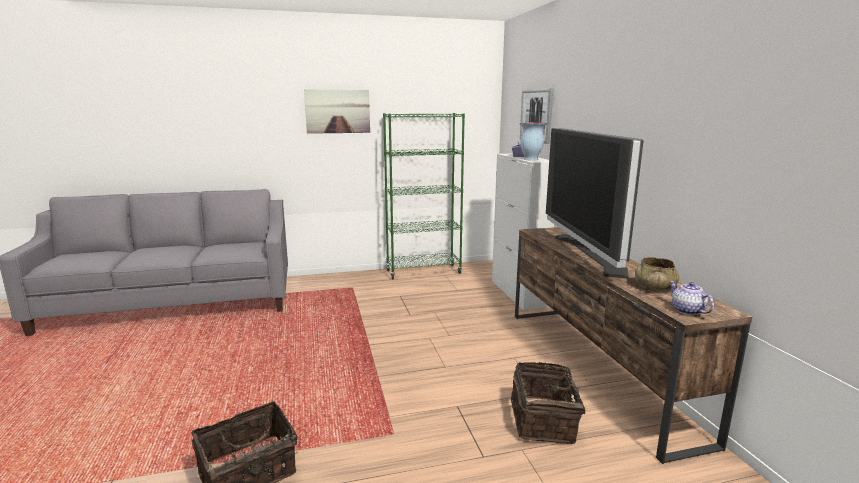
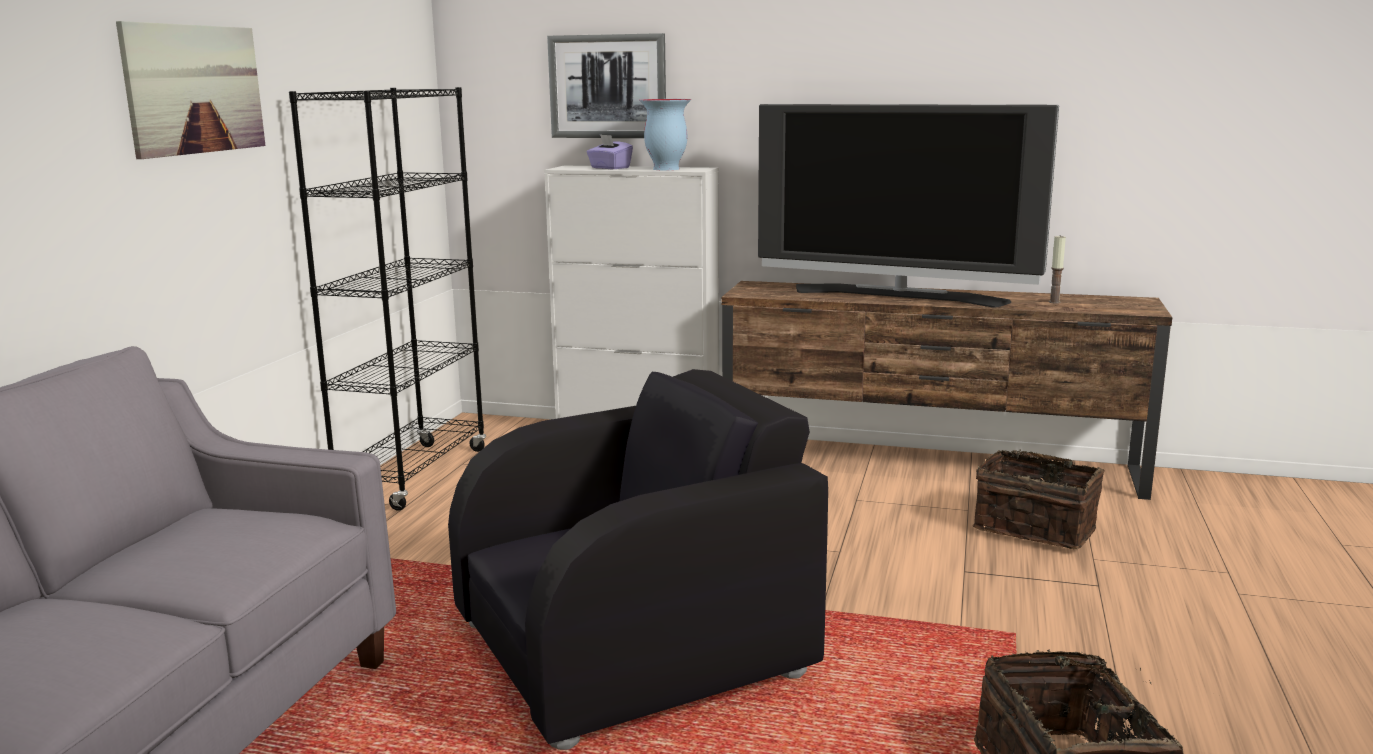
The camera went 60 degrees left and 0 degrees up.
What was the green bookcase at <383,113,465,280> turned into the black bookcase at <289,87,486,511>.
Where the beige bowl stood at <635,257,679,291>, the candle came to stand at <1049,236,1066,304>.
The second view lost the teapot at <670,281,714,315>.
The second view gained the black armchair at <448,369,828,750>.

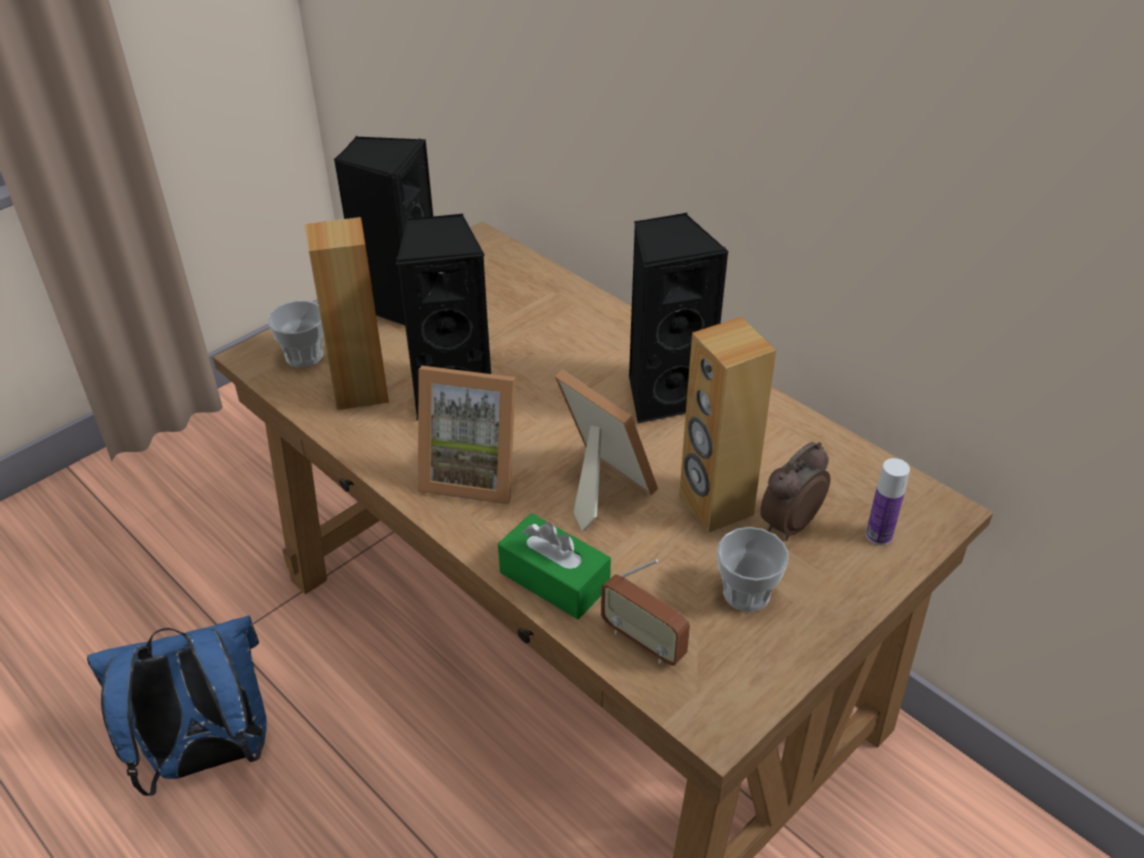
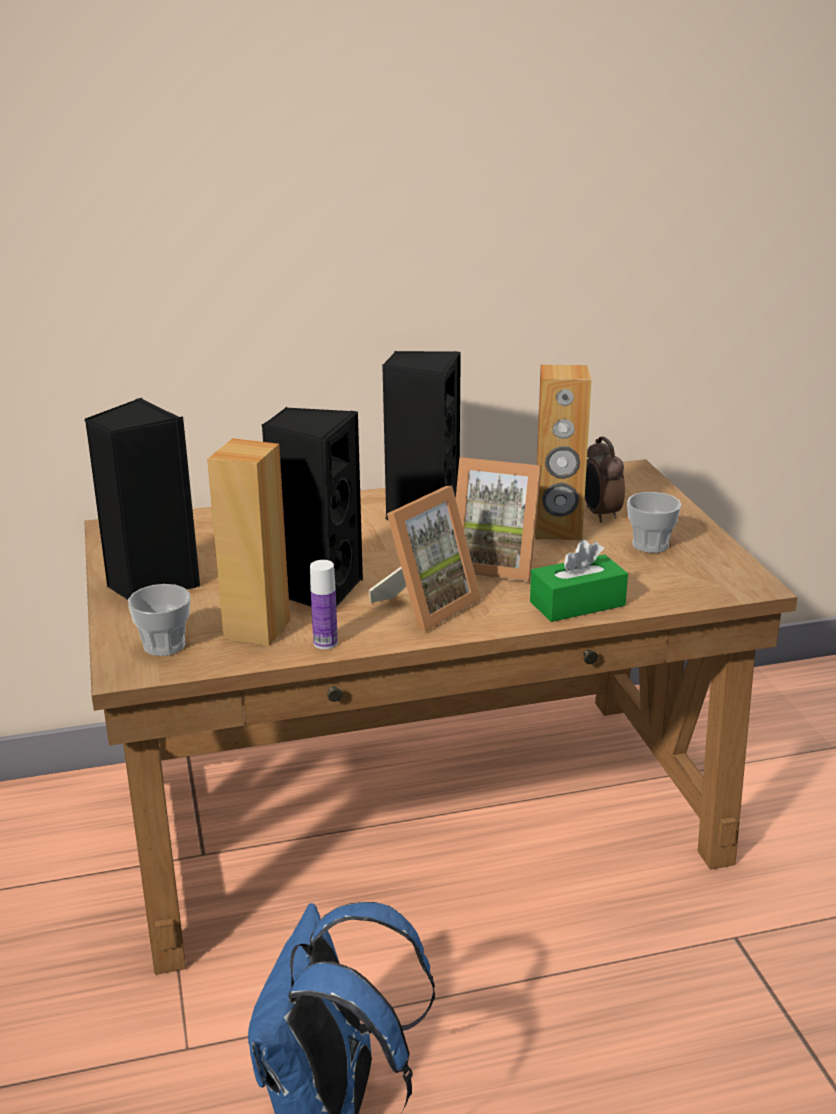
The camera went 60 degrees left and 15 degrees down.
The picture frame at <555,369,658,531> ended up facing another way, 150 degrees counterclockwise from before.
The bottle ended up elsewhere, having gone from <866,458,910,545> to <310,560,338,649>.
The second view lost the radio at <601,559,690,666>.

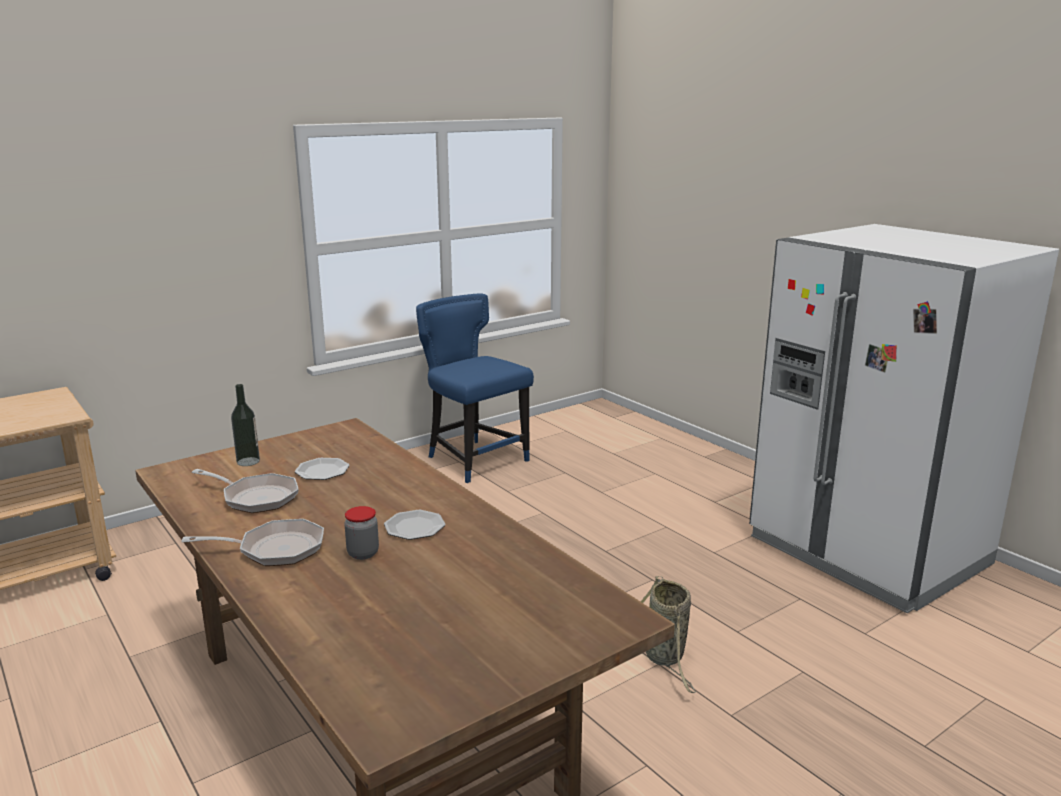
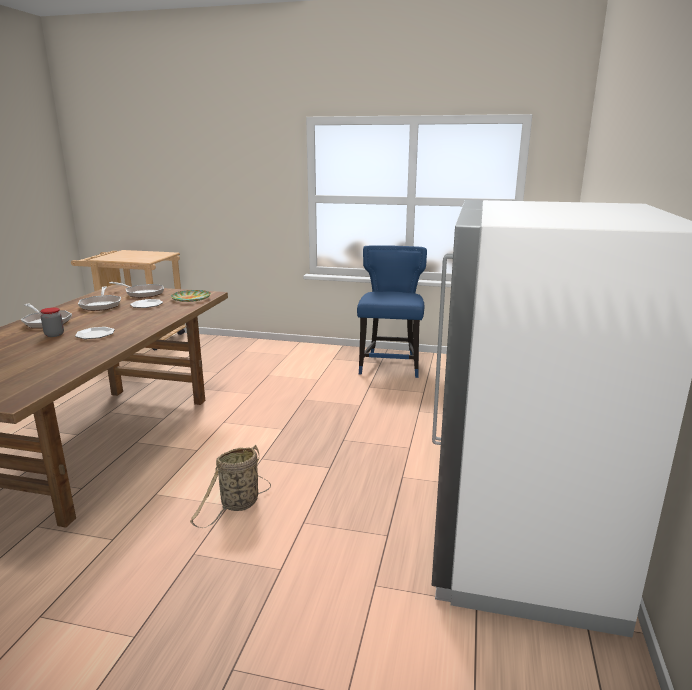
The camera went 50 degrees right and 0 degrees up.
Where the bottle stood at <231,384,260,466>, the frying pan came to stand at <109,282,164,298>.
The second view gained the plate at <171,290,211,302>.

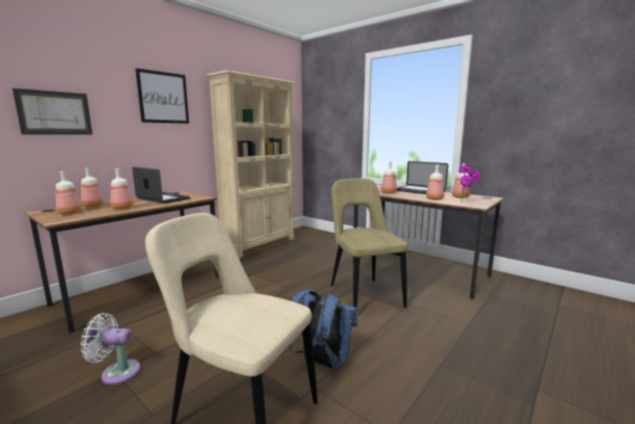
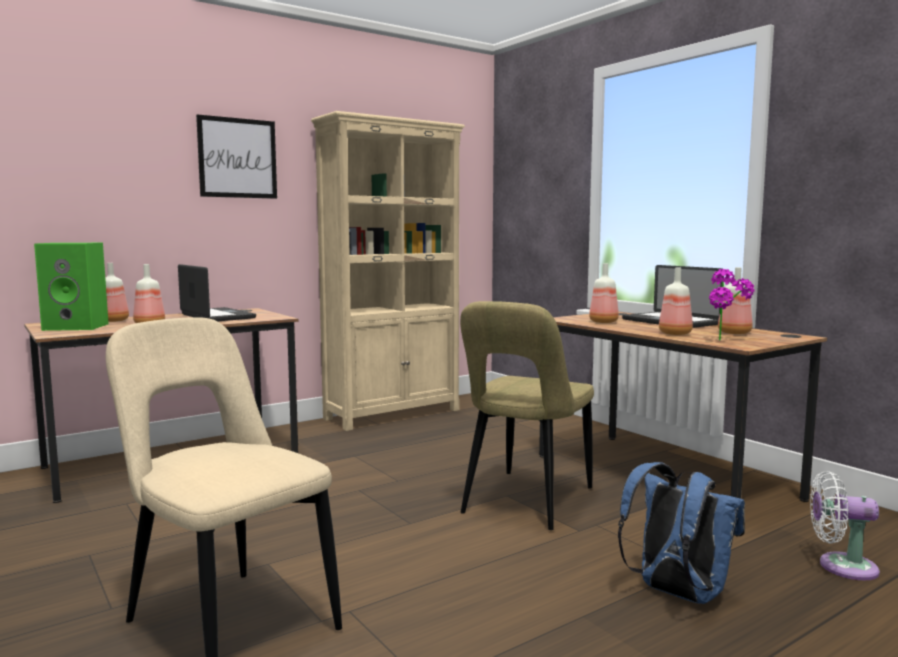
The camera went 15 degrees right and 5 degrees down.
The second view lost the picture at <12,88,92,134>.
Where the bottle stood at <56,171,82,214>, the green speaker came to stand at <34,243,109,331>.
The beige chair at <331,178,408,308> ended up facing another way, 150 degrees counterclockwise from before.
The blue backpack ended up elsewhere, having gone from <289,290,358,369> to <618,462,745,604>.
The white fan ended up elsewhere, having gone from <81,313,141,385> to <810,471,880,581>.

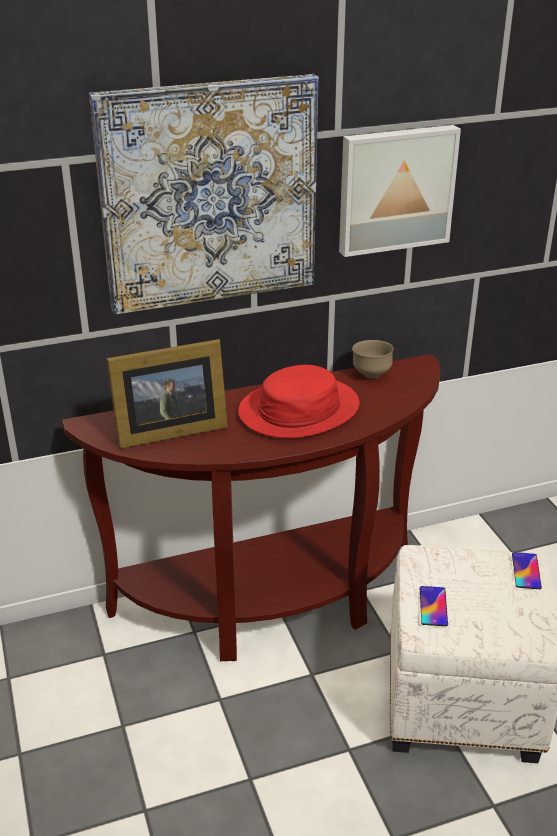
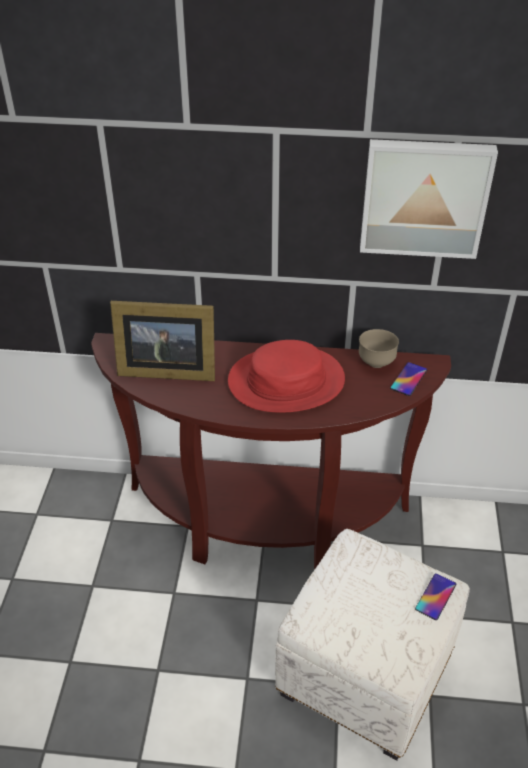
The camera went 25 degrees right and 10 degrees up.
The second view lost the picture at <89,74,319,315>.
The phone ended up elsewhere, having gone from <420,586,448,626> to <390,362,427,396>.

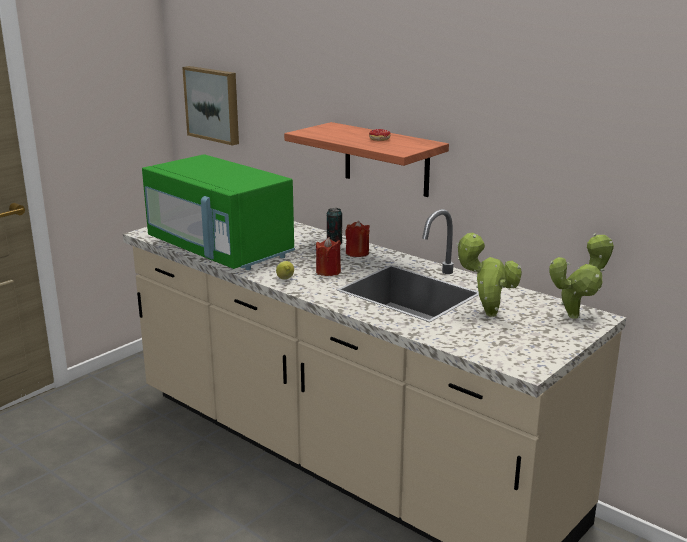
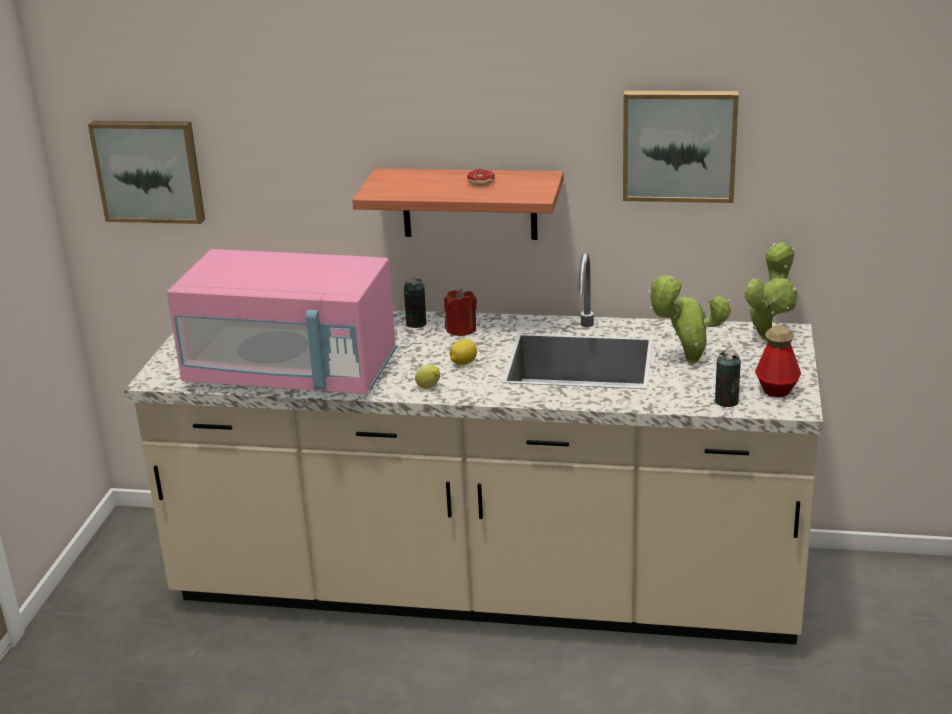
The camera went 30 degrees left and 5 degrees up.
What was the green microwave at <142,154,295,270> turned into the pink microwave at <167,249,397,394>.
Where the red candle stood at <316,237,341,276>, the lemon came to stand at <450,339,477,365>.
The second view gained the picture at <623,91,739,203>.
The second view gained the bottle at <755,325,801,397>.
The second view gained the can at <715,350,741,407>.

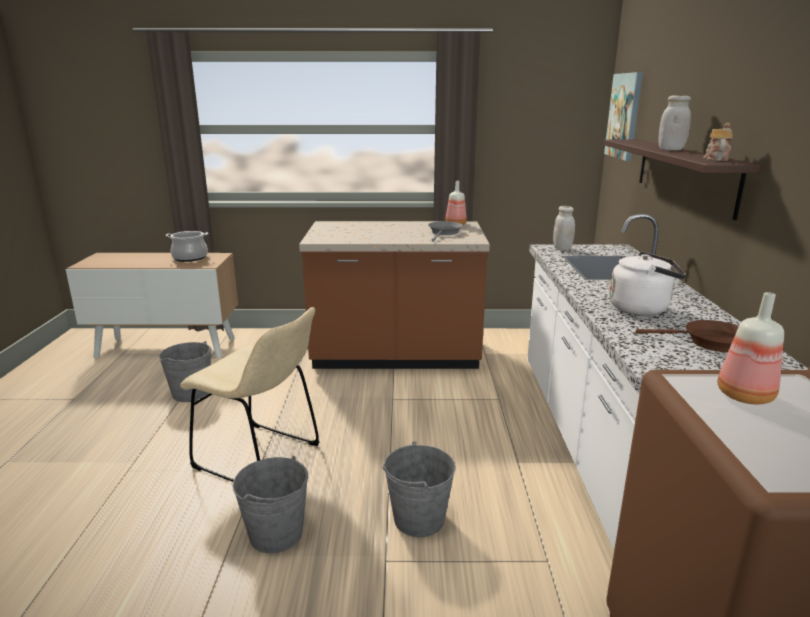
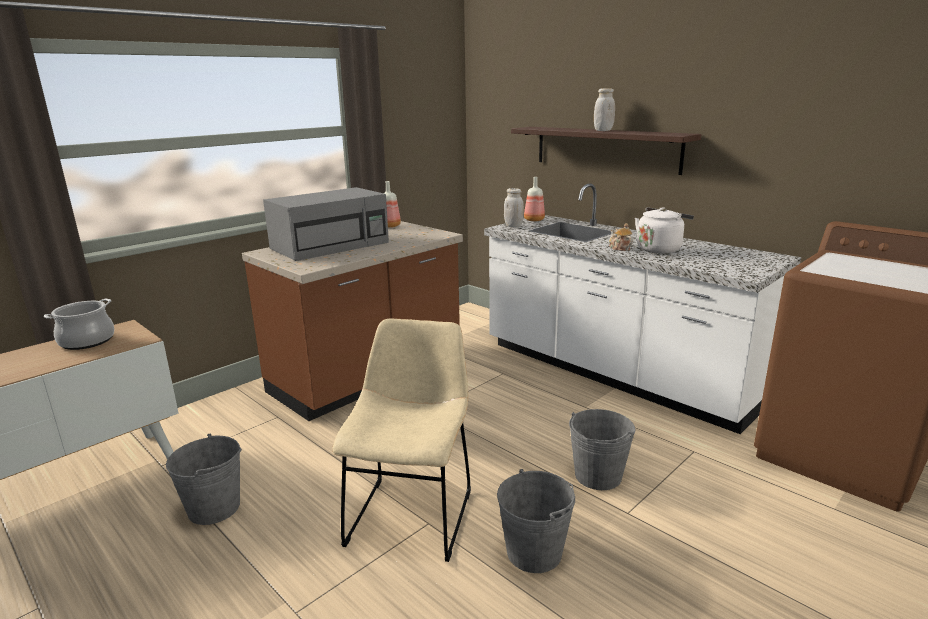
The camera went 45 degrees left and 0 degrees up.
The second view lost the picture at <604,72,643,161>.
The teapot ended up elsewhere, having gone from <703,122,733,161> to <609,223,633,251>.
The second view lost the grey frying pan at <428,221,463,241>.
The bottle ended up elsewhere, having gone from <718,292,784,404> to <524,177,545,221>.
The beige chair at <180,307,319,482> ended up facing another way, 60 degrees counterclockwise from before.
The second view lost the brown frying pan at <636,320,739,352>.
The second view gained the grey microwave at <263,187,389,261>.

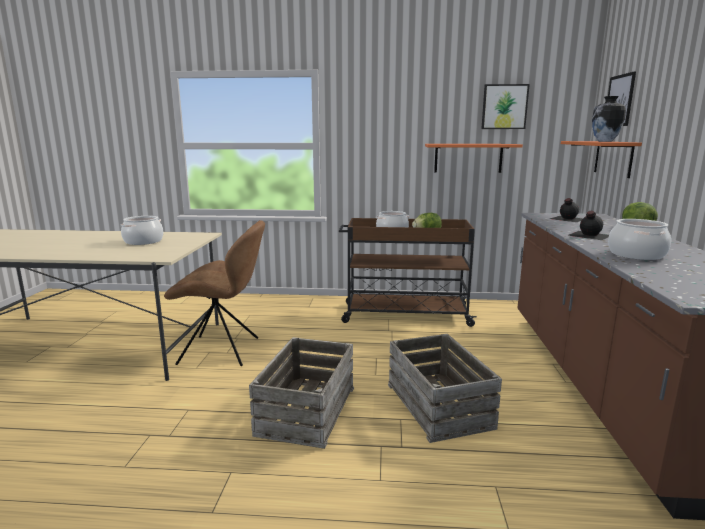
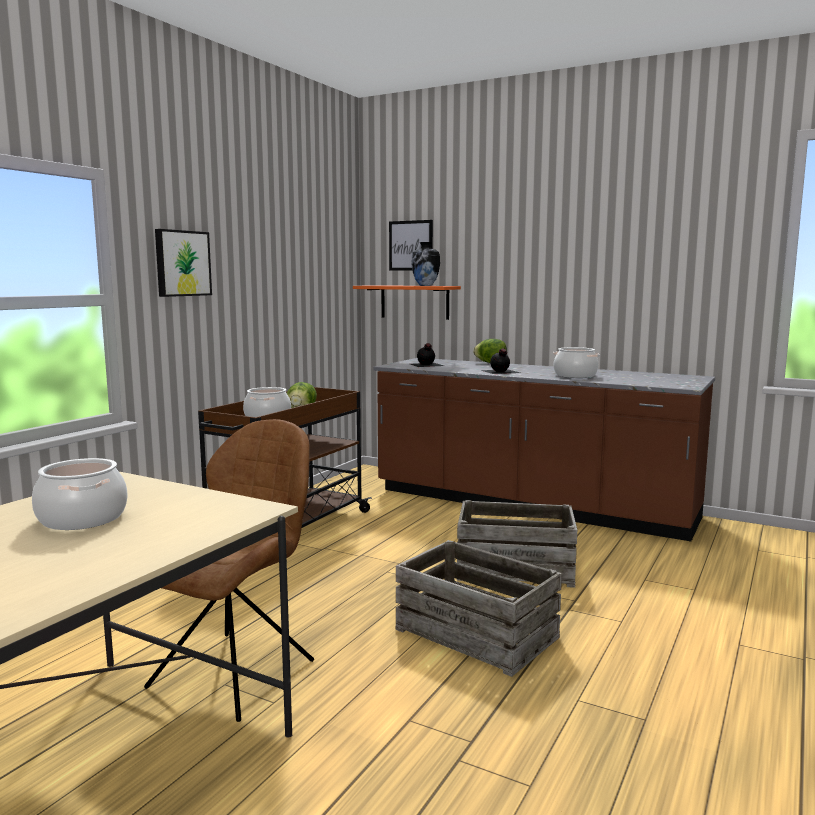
The camera went 65 degrees left and 5 degrees down.
The picture ended up elsewhere, having gone from <481,84,530,129> to <155,229,212,297>.
The second view lost the orange shelf at <425,144,523,173>.

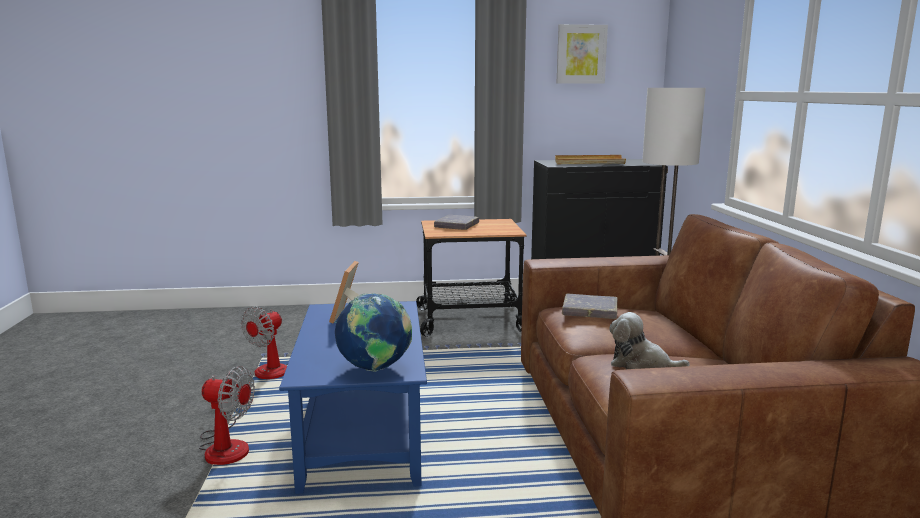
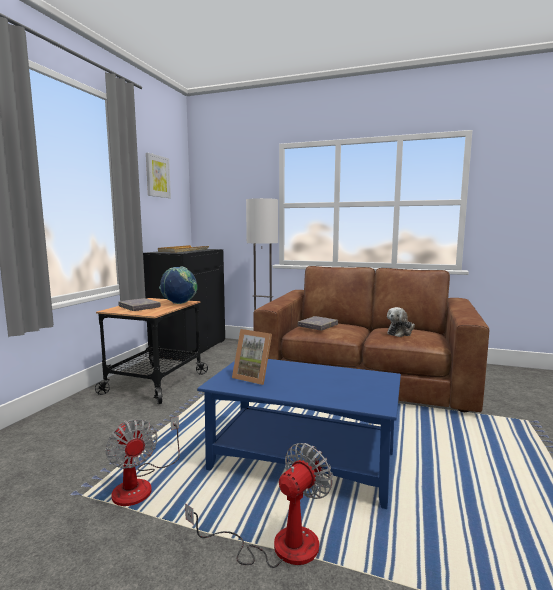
The camera went 65 degrees left and 5 degrees down.
The globe ended up elsewhere, having gone from <335,293,412,372> to <159,266,198,304>.

